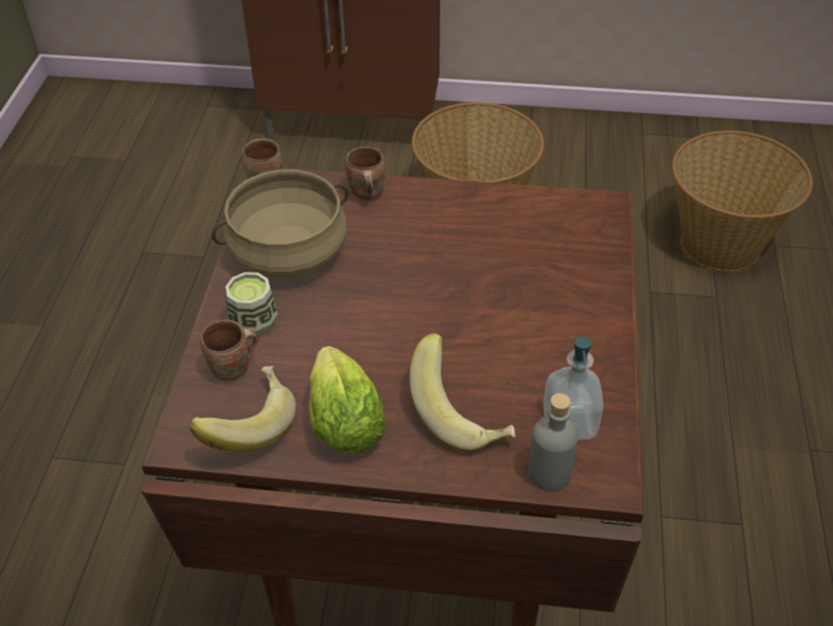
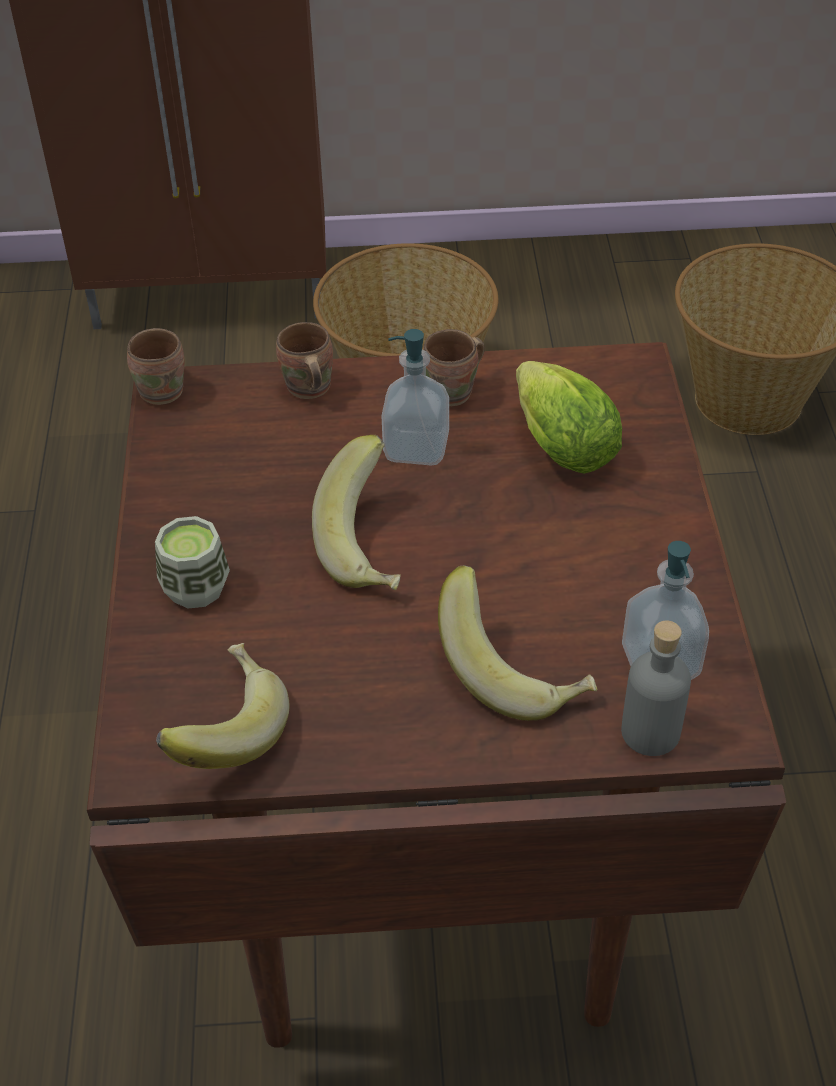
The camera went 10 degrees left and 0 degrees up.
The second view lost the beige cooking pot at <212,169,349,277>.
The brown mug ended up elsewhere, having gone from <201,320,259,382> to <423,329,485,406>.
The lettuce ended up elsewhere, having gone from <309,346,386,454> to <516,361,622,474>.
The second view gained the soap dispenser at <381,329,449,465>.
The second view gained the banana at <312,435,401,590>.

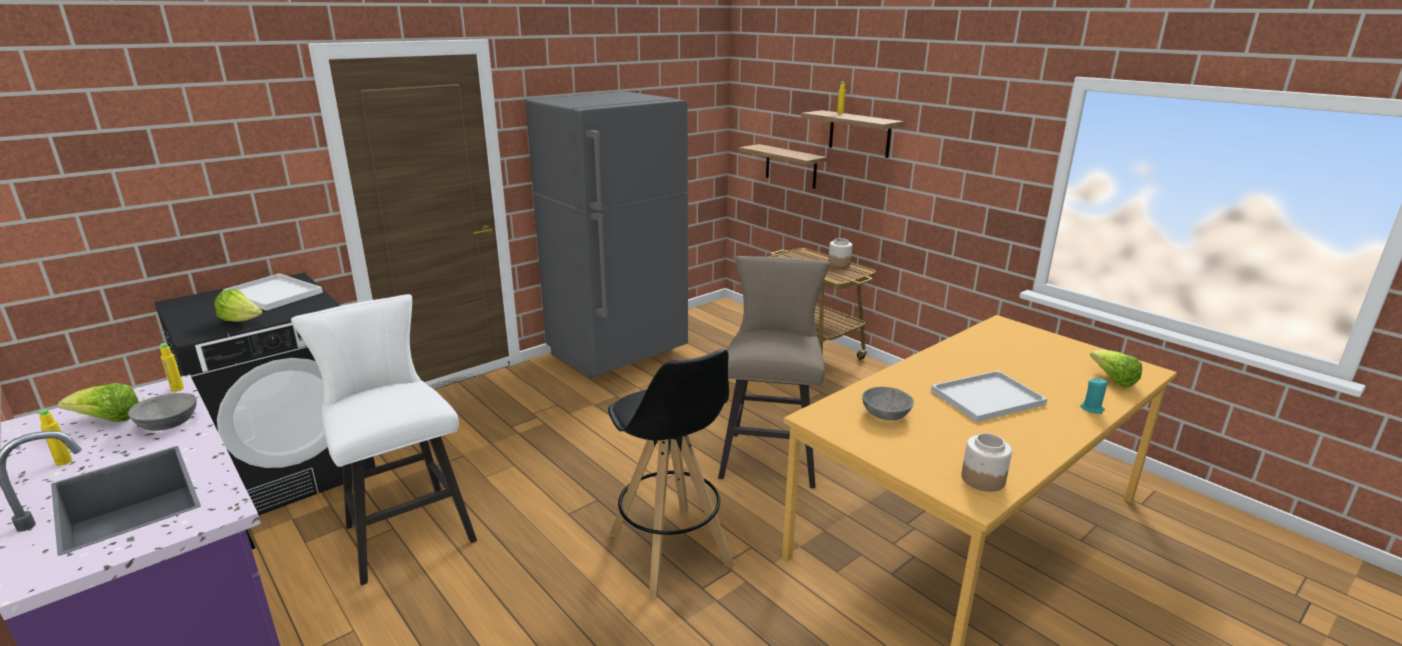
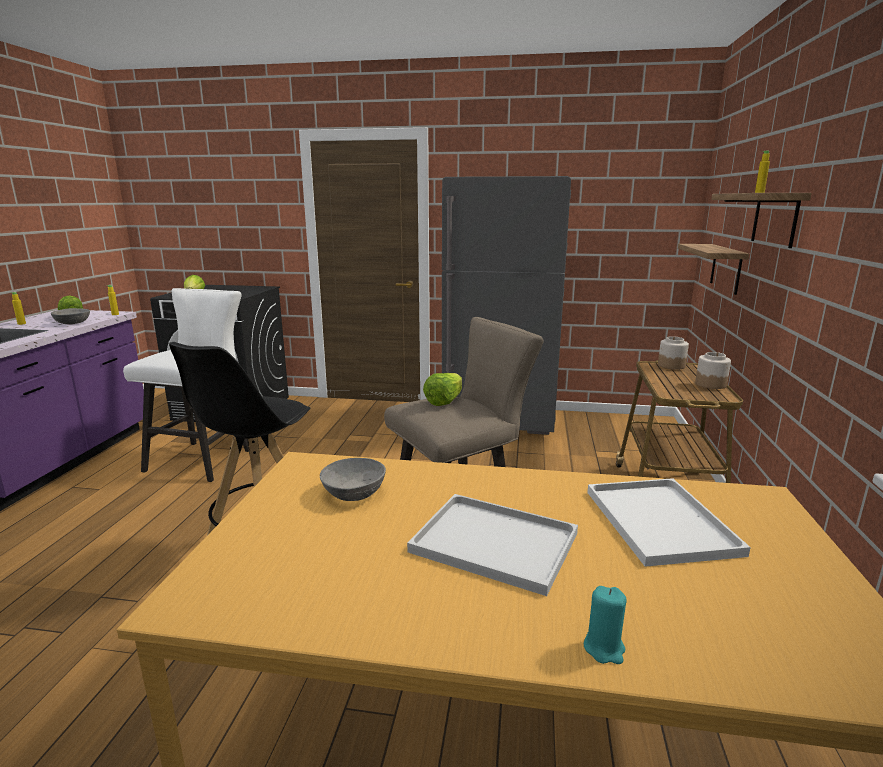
The camera went 50 degrees right and 5 degrees down.
The white tray ended up elsewhere, having gone from <223,273,323,311> to <587,478,751,567>.
The lettuce ended up elsewhere, having gone from <1090,350,1142,387> to <423,373,462,406>.
The jar ended up elsewhere, having gone from <961,433,1012,492> to <658,336,689,370>.

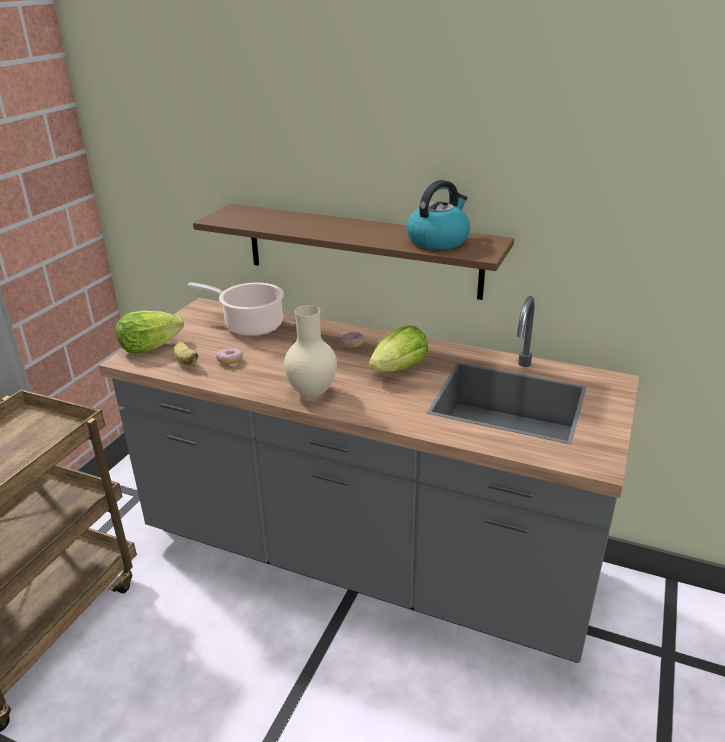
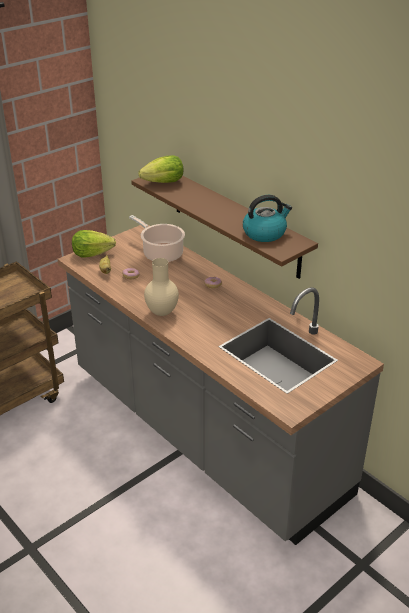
The camera went 25 degrees right and 5 degrees up.
The lettuce ended up elsewhere, having gone from <369,325,428,372> to <139,155,184,183>.

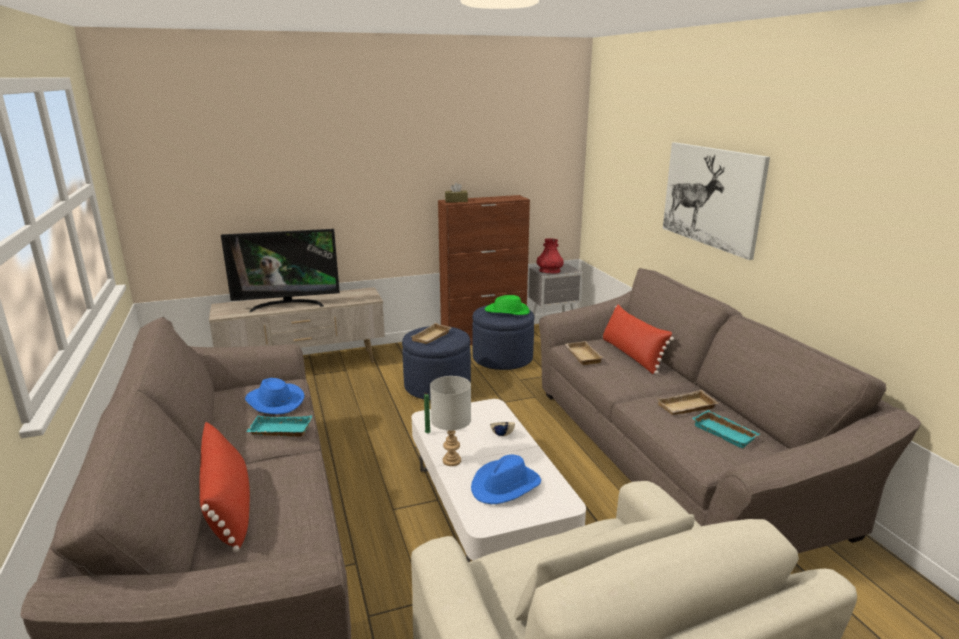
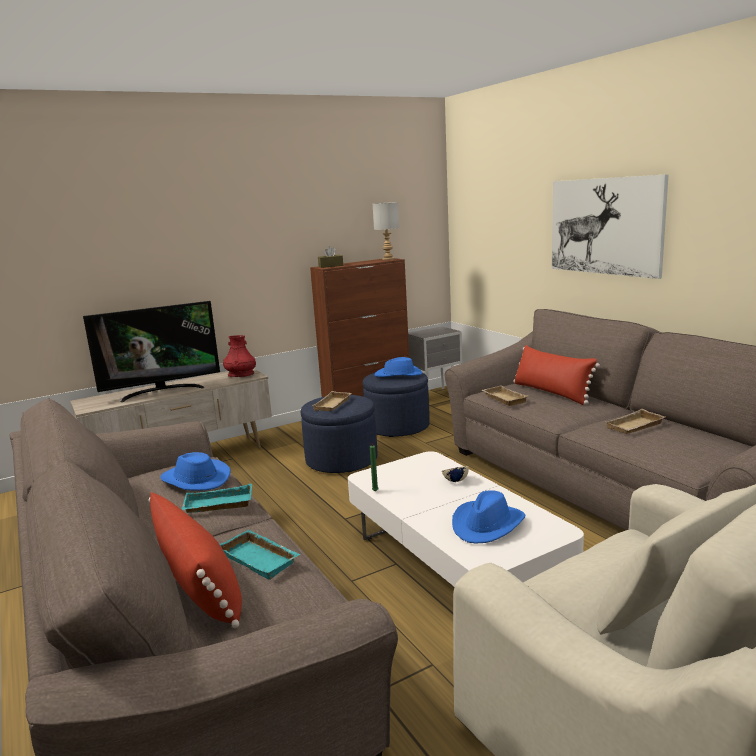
The camera went 10 degrees left and 5 degrees down.
The red vase ended up elsewhere, having gone from <537,238,564,274> to <223,335,256,377>.
What was the green hat at <485,295,530,315> turned into the blue hat at <374,357,422,377>.
The grey table lamp ended up elsewhere, having gone from <430,376,471,466> to <373,202,399,260>.
The turquoise tray ended up elsewhere, having gone from <692,410,760,448> to <219,529,300,580>.

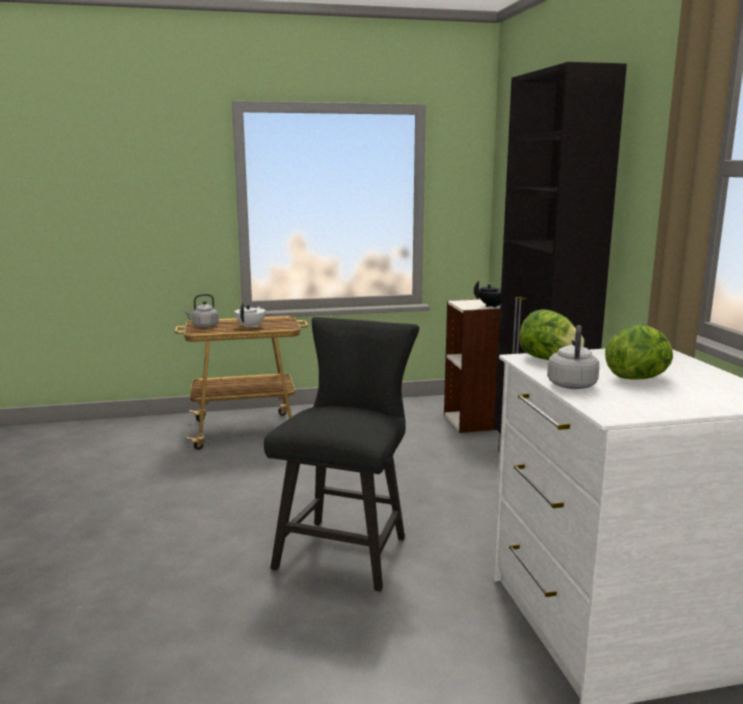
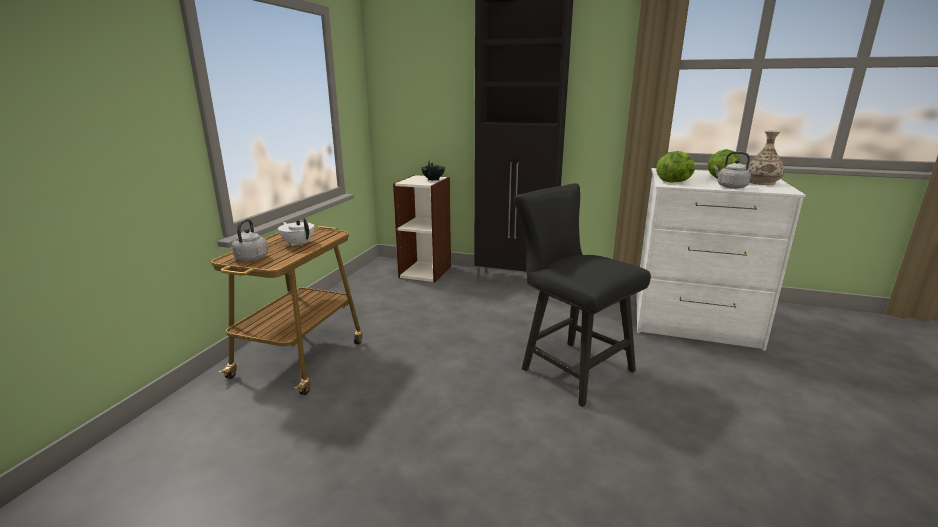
The camera went 60 degrees left and 5 degrees up.
The second view gained the vase at <748,131,784,185>.

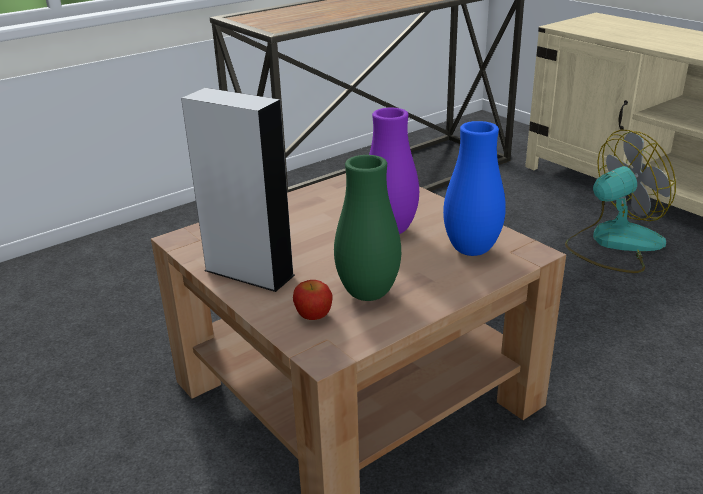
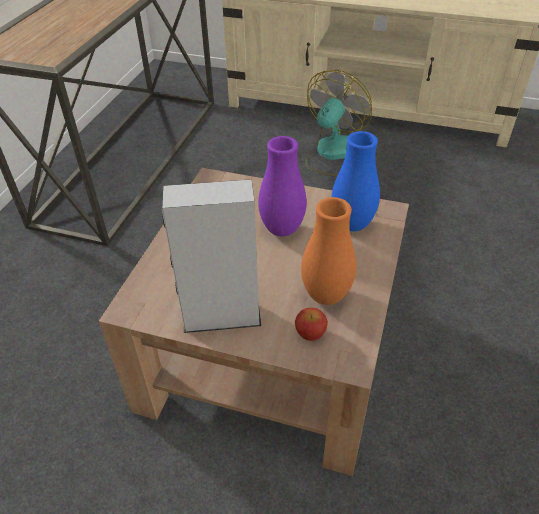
The camera went 35 degrees left and 15 degrees up.
What was the green vase at <334,155,401,301> turned into the orange vase at <301,197,356,305>.

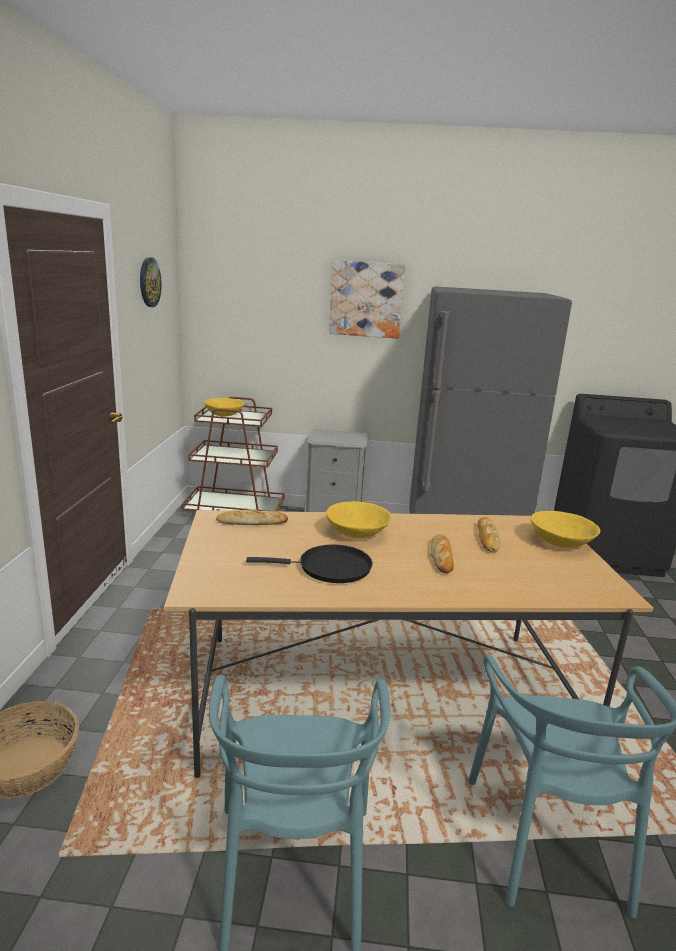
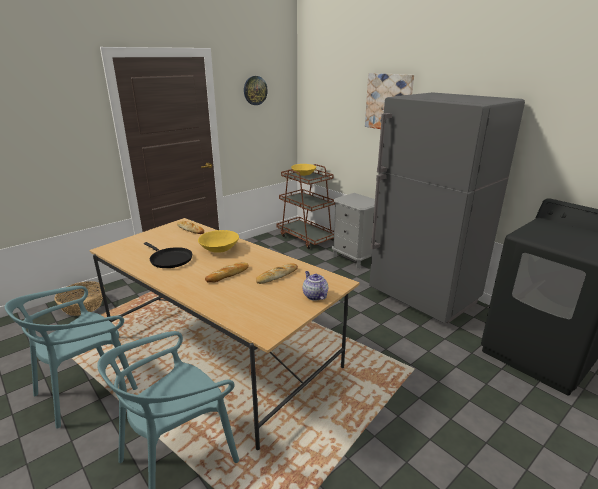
The camera went 45 degrees right and 5 degrees up.
Where the yellow bowl stood at <531,511,600,548>, the teapot came to stand at <303,271,328,301>.

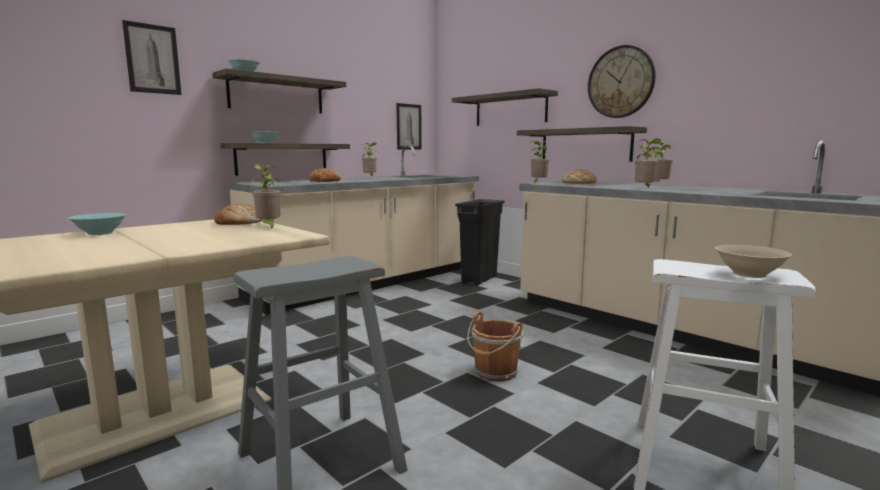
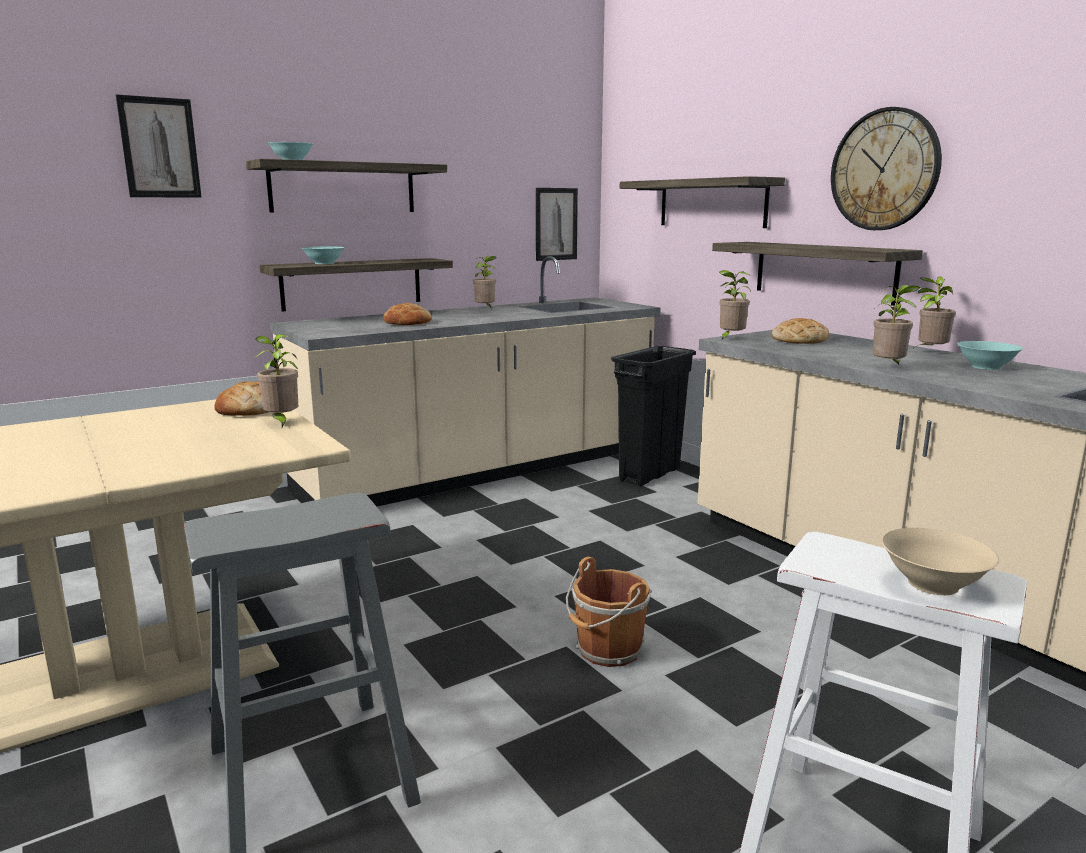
The camera went 10 degrees right and 5 degrees up.
The turquoise bowl ended up elsewhere, having gone from <69,213,126,235> to <957,341,1023,370>.

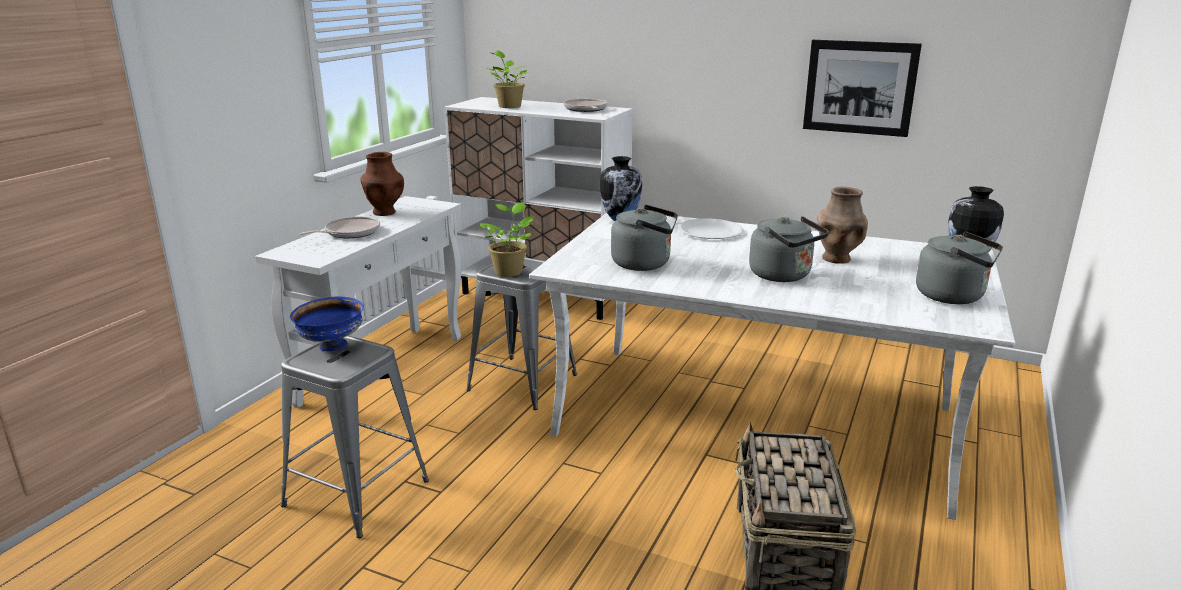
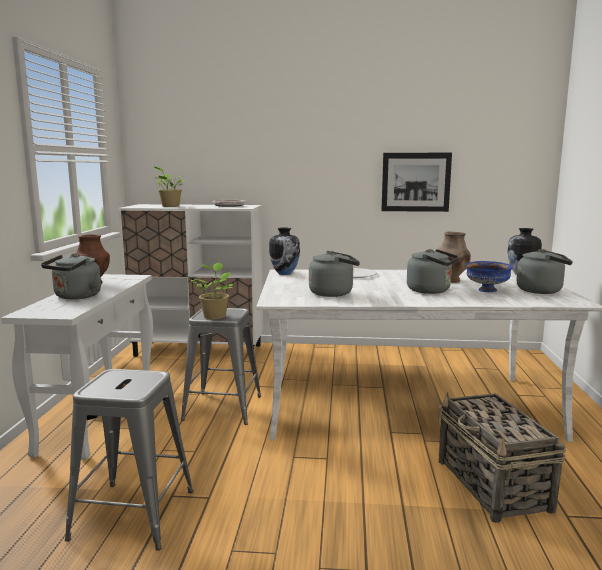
The camera went 20 degrees left and 10 degrees down.
Where the frying pan stood at <299,217,380,238>, the grey kettle came to stand at <41,253,101,299>.
The blue bowl ended up elsewhere, having gone from <290,297,364,351> to <465,261,513,292>.

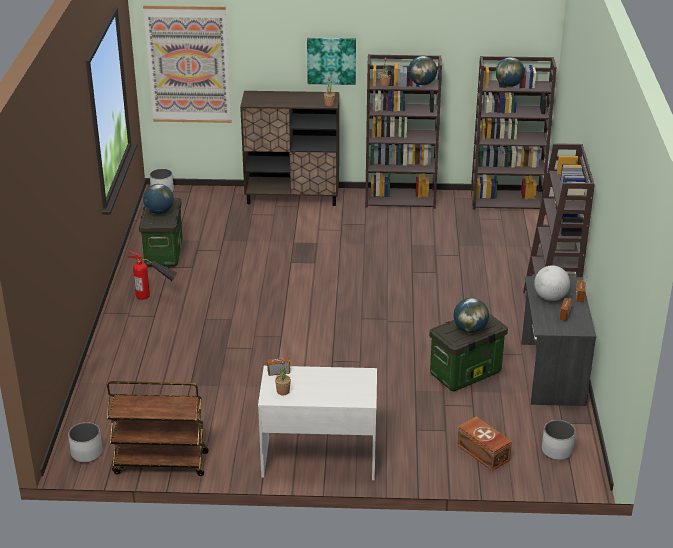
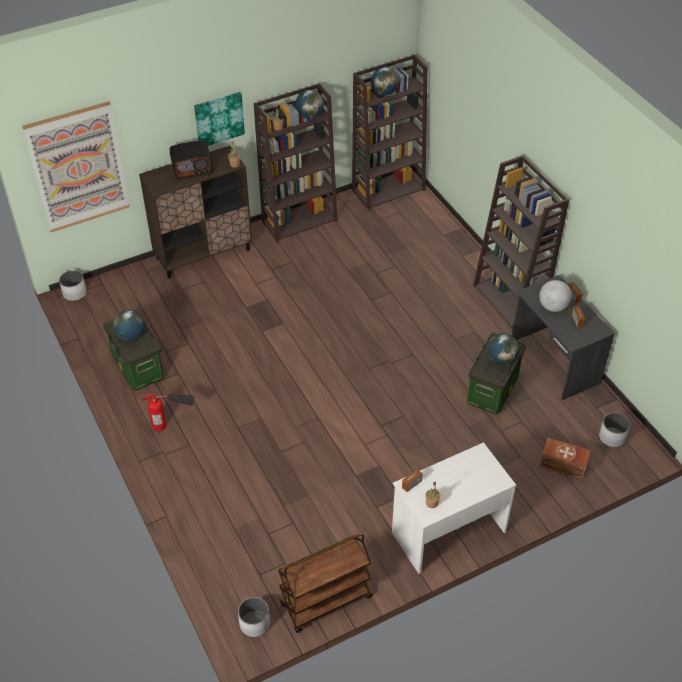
The camera went 30 degrees left and 15 degrees up.
The second view gained the radio at <170,141,213,180>.

